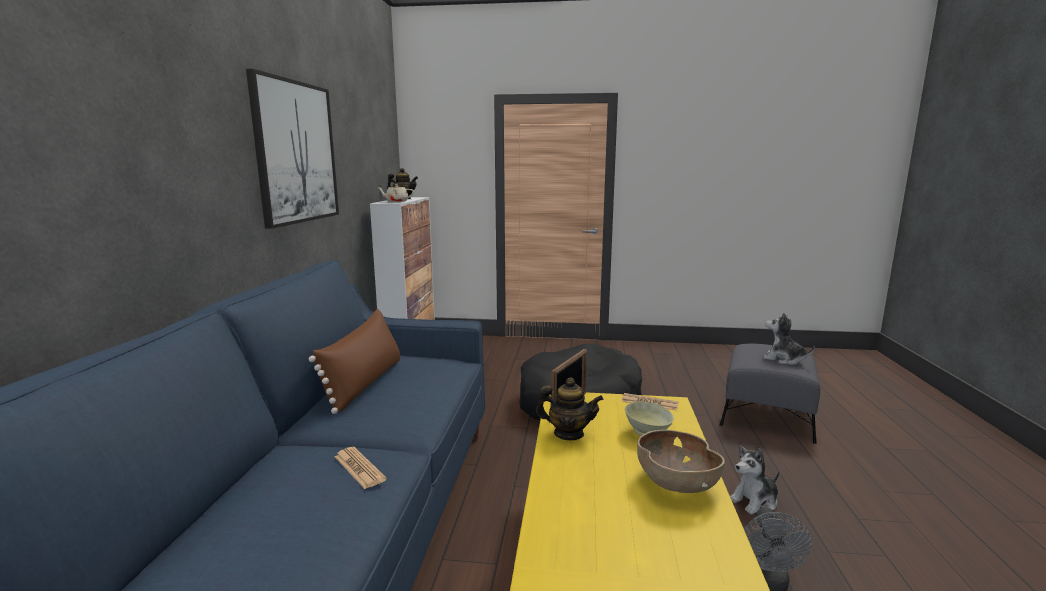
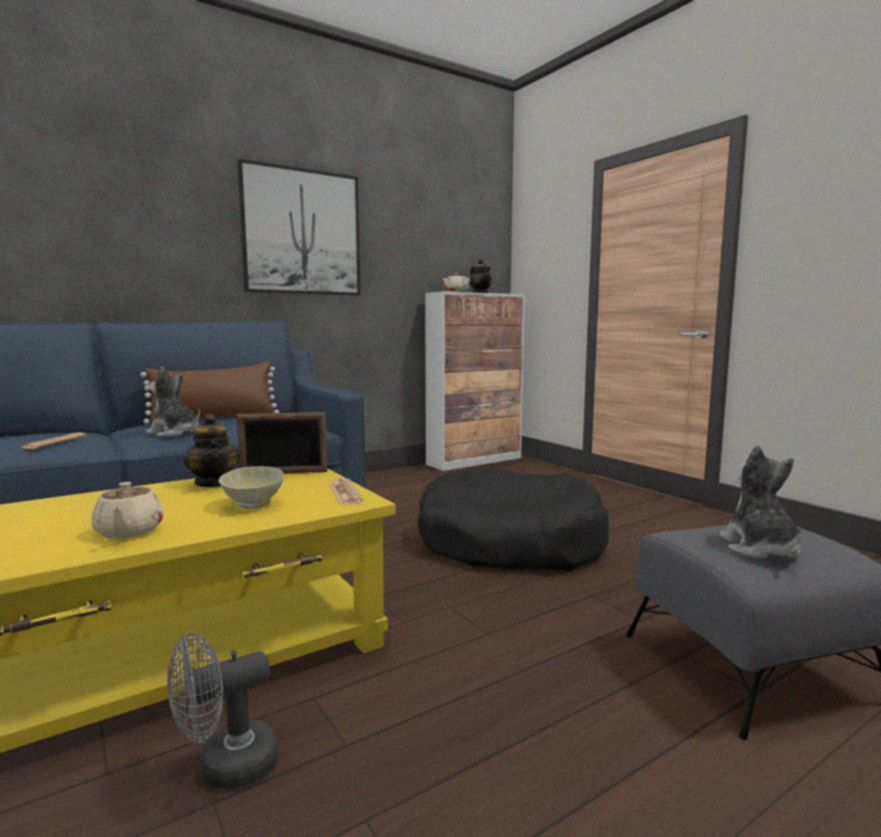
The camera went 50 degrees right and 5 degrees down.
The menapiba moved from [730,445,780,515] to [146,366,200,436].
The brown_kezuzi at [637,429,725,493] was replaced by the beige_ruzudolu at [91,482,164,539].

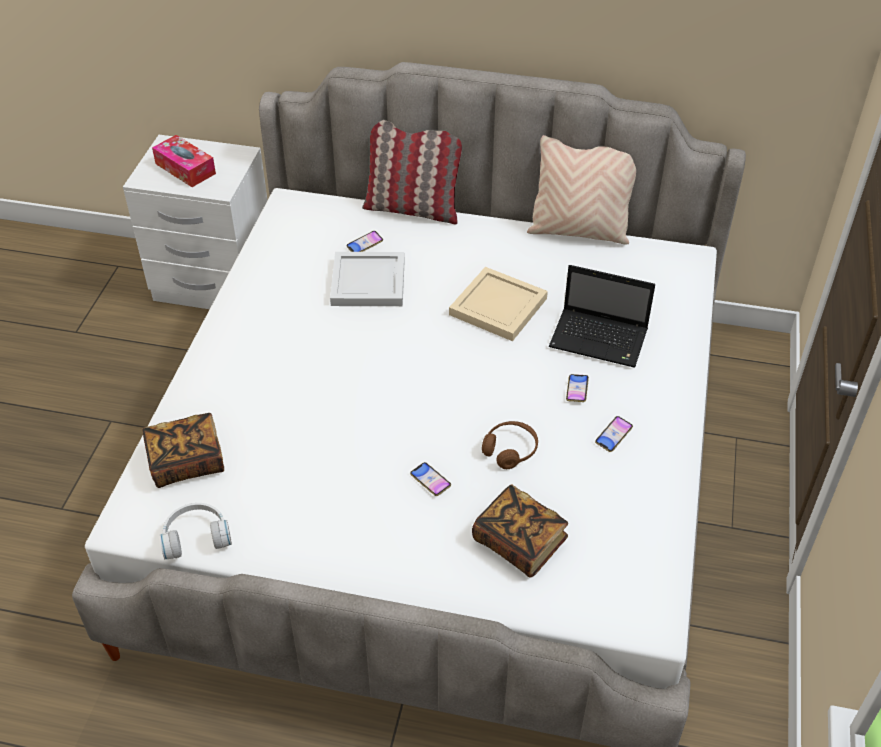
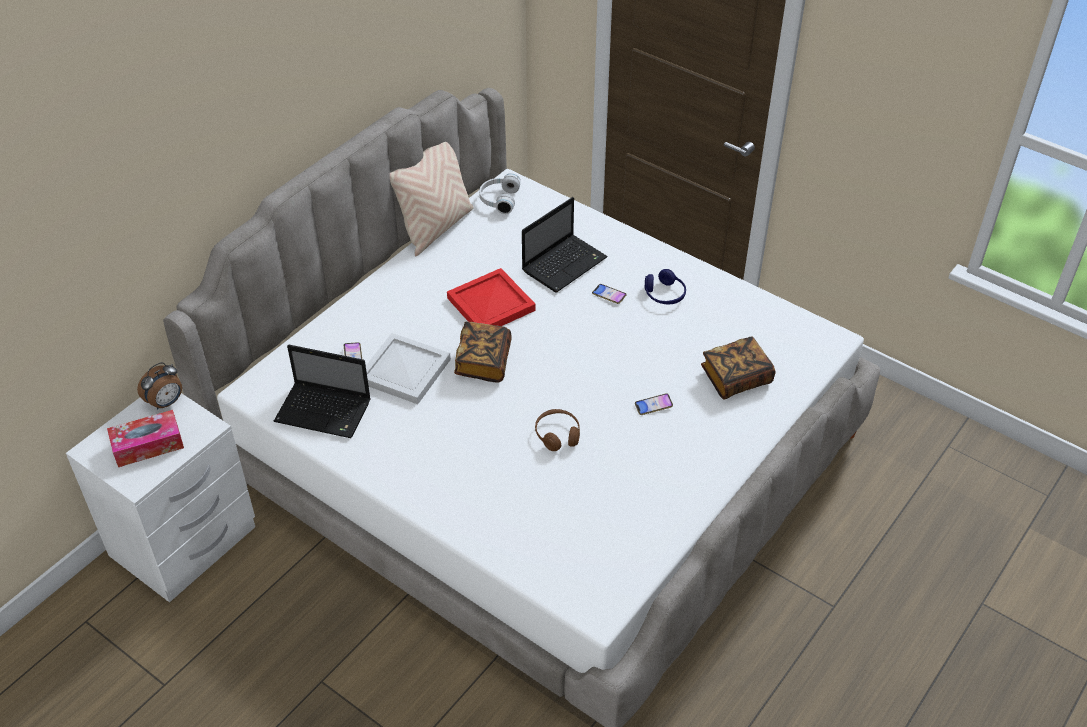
The camera went 65 degrees left and 0 degrees up.
The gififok at [362,120,462,224] disappeared.
The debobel at [137,362,182,410] appeared.
The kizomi at [274,344,371,438] appeared.
The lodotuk moved from [142,413,224,488] to [454,322,512,382].
The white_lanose moved from [160,503,232,559] to [479,173,520,214].
The brown_lanose moved from [482,421,538,469] to [535,409,580,451].
The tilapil at [595,416,633,452] was replaced by the blue_lanose at [645,269,686,304].
The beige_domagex at [449,267,548,341] became the red_domagex at [447,268,536,326].

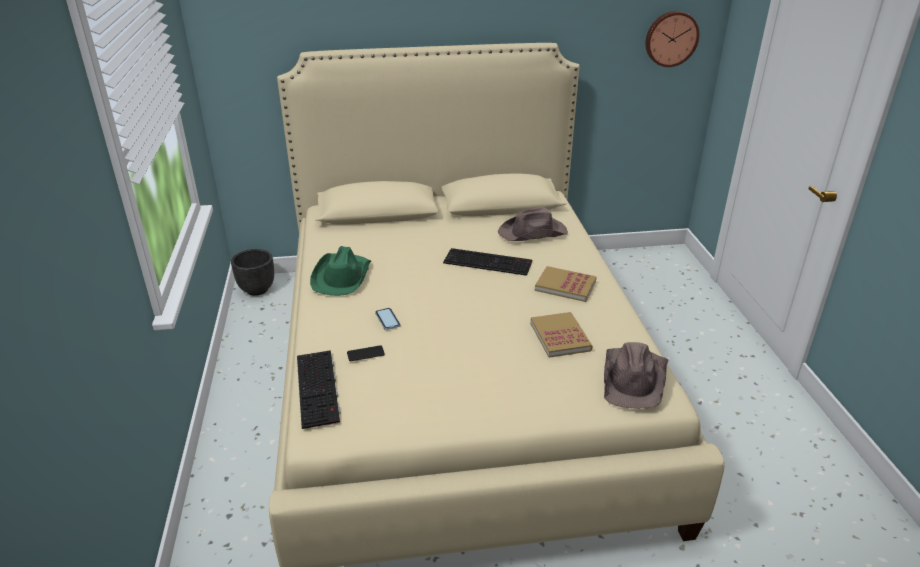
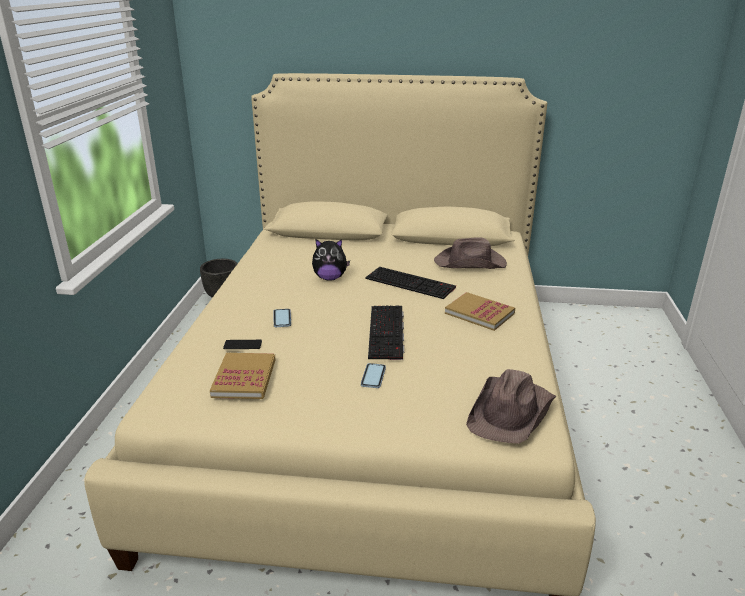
The camera went 15 degrees right and 5 degrees down.
The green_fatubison at [310,246,371,296] disappeared.
The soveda at [645,11,699,67] disappeared.
The menapiba at [312,239,350,281] appeared.
The tilapil at [361,363,386,388] appeared.
The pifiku moved from [297,350,340,429] to [368,306,404,360].
The lodotuk moved from [530,312,592,358] to [210,353,276,399].

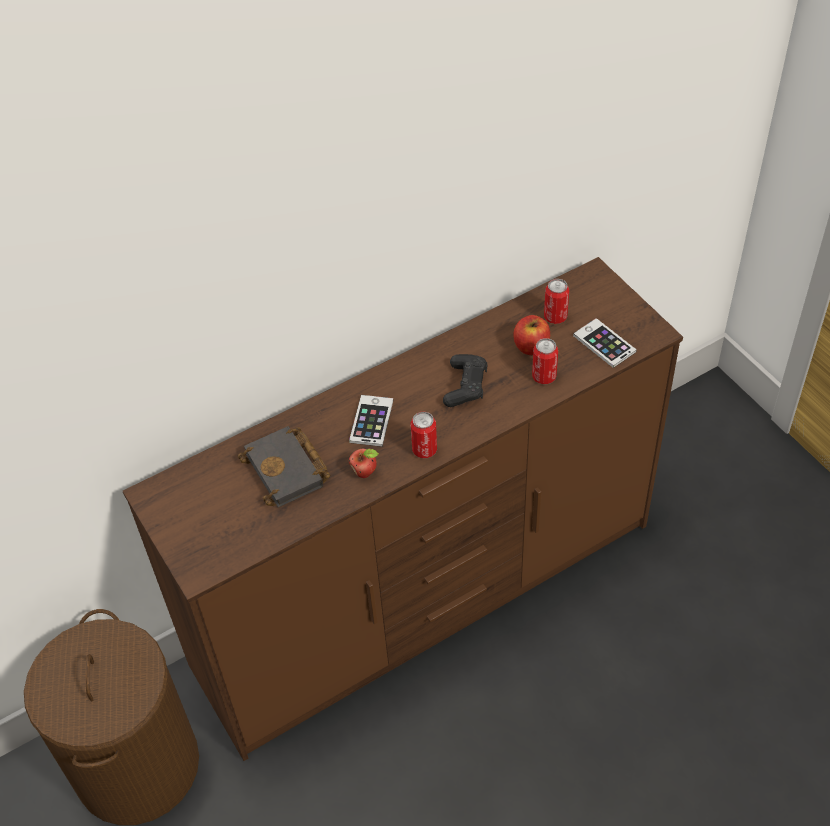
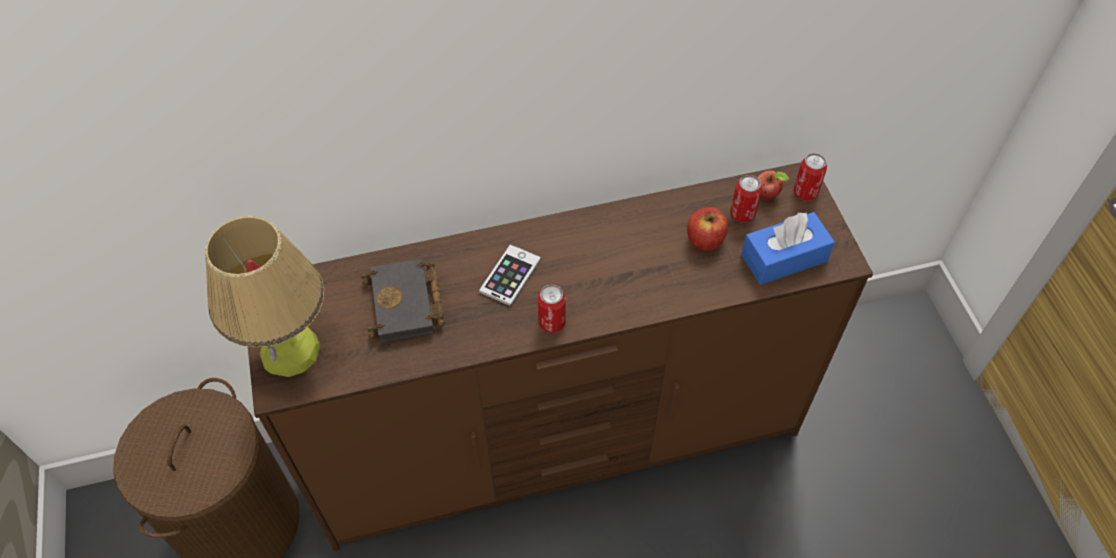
The camera went 15 degrees right and 5 degrees up.
The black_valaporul at [443,354,488,407] disappeared.
The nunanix at [205,216,324,377] appeared.
The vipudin moved from [349,449,379,478] to [757,171,789,200].
The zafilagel moved from [532,338,558,384] to [793,153,827,201].
The tilapil at [573,318,637,368] was replaced by the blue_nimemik at [741,211,835,285].

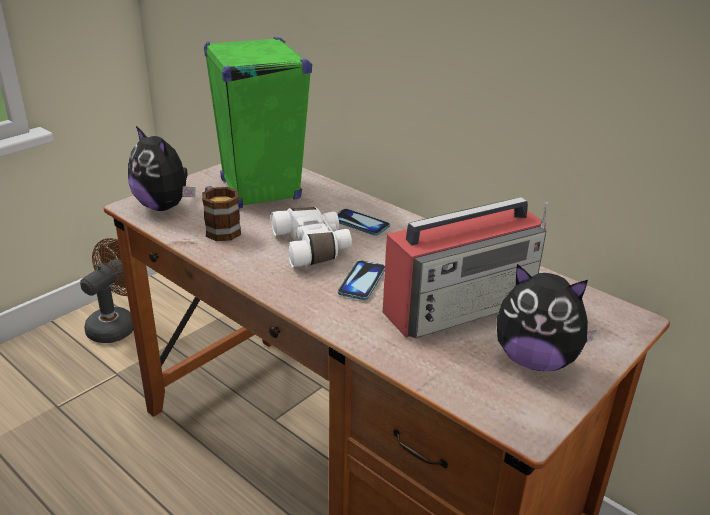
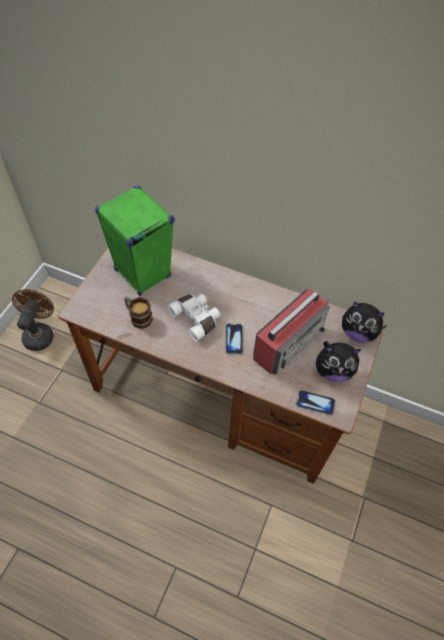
The camera went 20 degrees left and 25 degrees up.
The menapiba moved from [128,126,195,211] to [342,301,387,342].
The tilapil moved from [337,209,390,236] to [296,390,335,415].

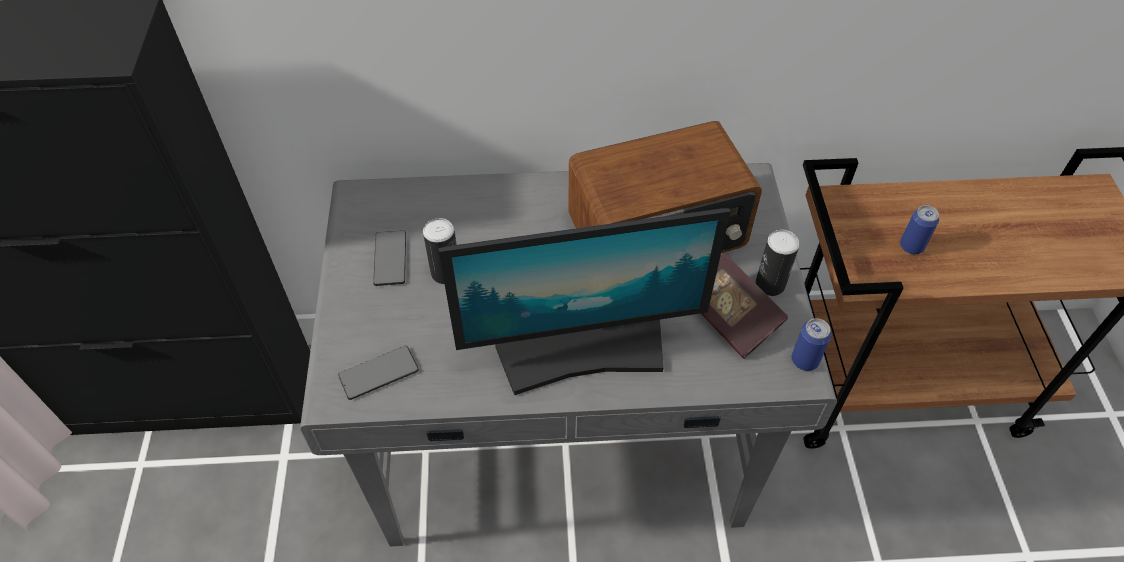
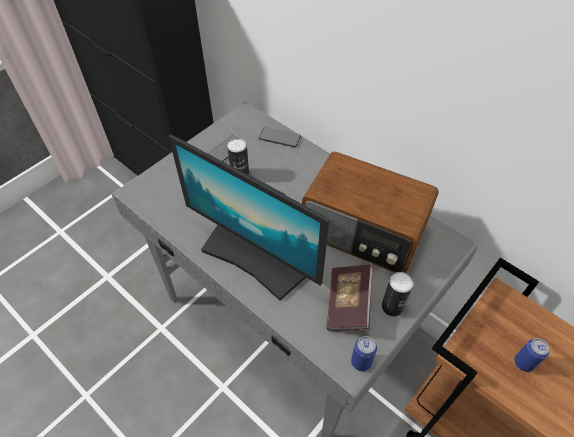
The camera went 45 degrees right and 0 degrees up.
The tilapil moved from [338,346,419,400] to [259,127,301,147].

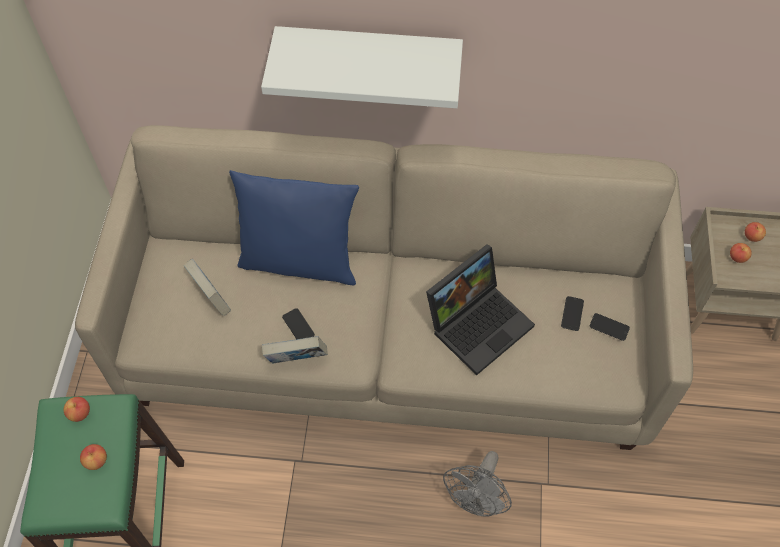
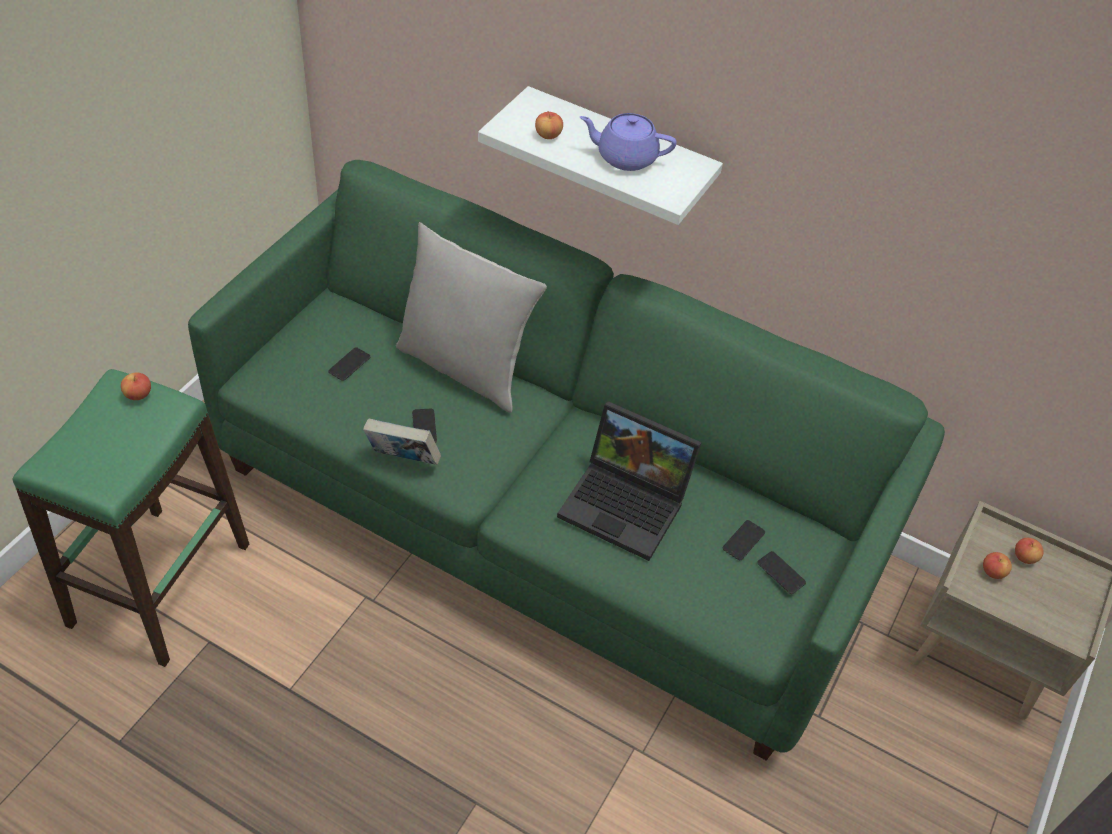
The camera went 20 degrees right and 10 degrees down.
The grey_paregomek at [443,451,512,517] disappeared.
The purple_ruzudolu at [580,113,677,171] appeared.
The vipudin moved from [80,444,107,470] to [535,111,563,139].
The lodotuk at [184,259,231,316] was replaced by the tilapil at [328,347,371,381].
The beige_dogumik at [75,125,693,450] became the green_dogumik at [188,160,945,760].
The blue_gififok at [229,170,359,285] became the grey_gififok at [396,222,547,413].
The kizomi at [426,244,535,376] turned 45 degrees clockwise.

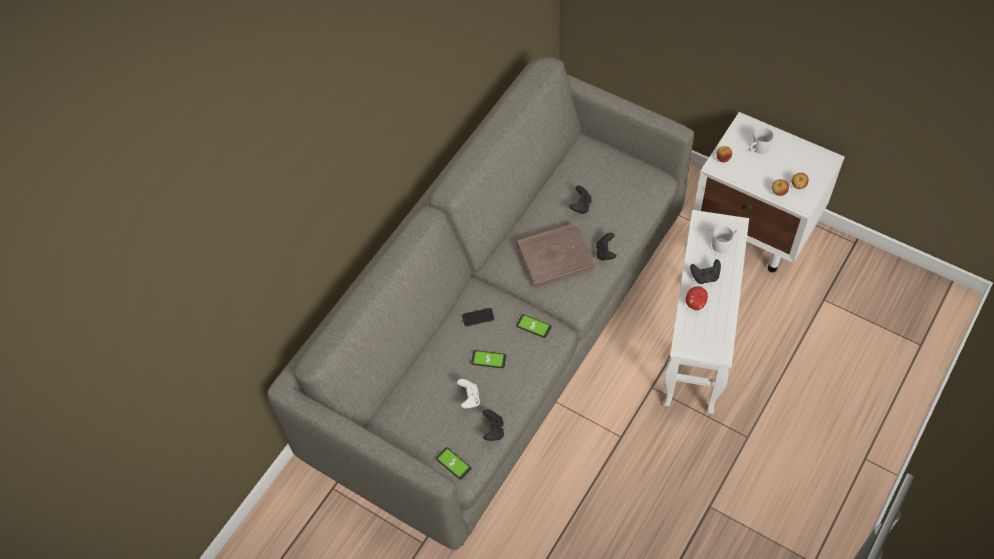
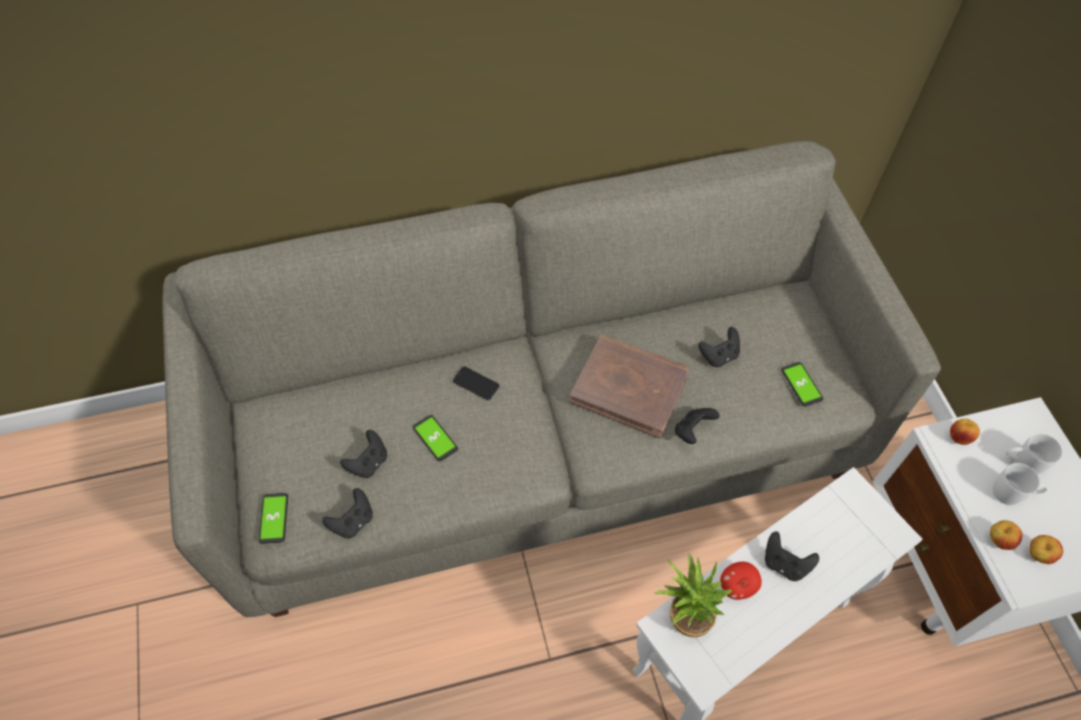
The camera went 40 degrees right and 0 degrees up.
The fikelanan at [655,554,733,637] appeared.
The tilapil moved from [516,314,552,338] to [781,362,823,407].
The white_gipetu moved from [712,226,737,253] to [992,463,1047,505].
The white_valaporul at [457,379,480,408] became the black_valaporul at [340,430,387,478].

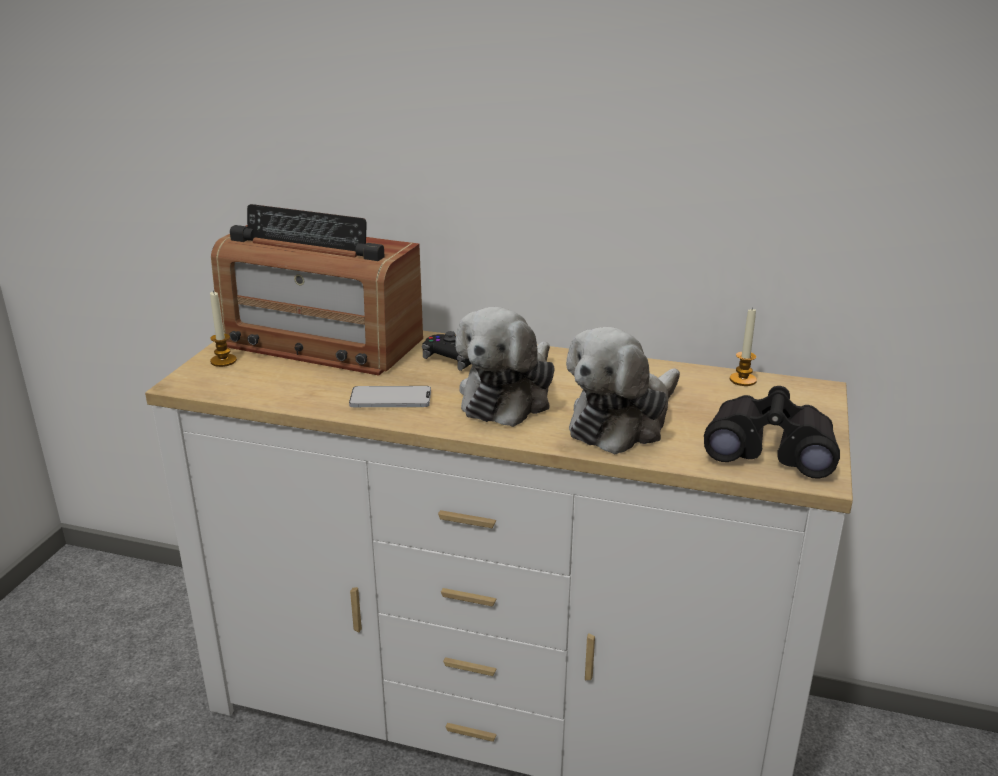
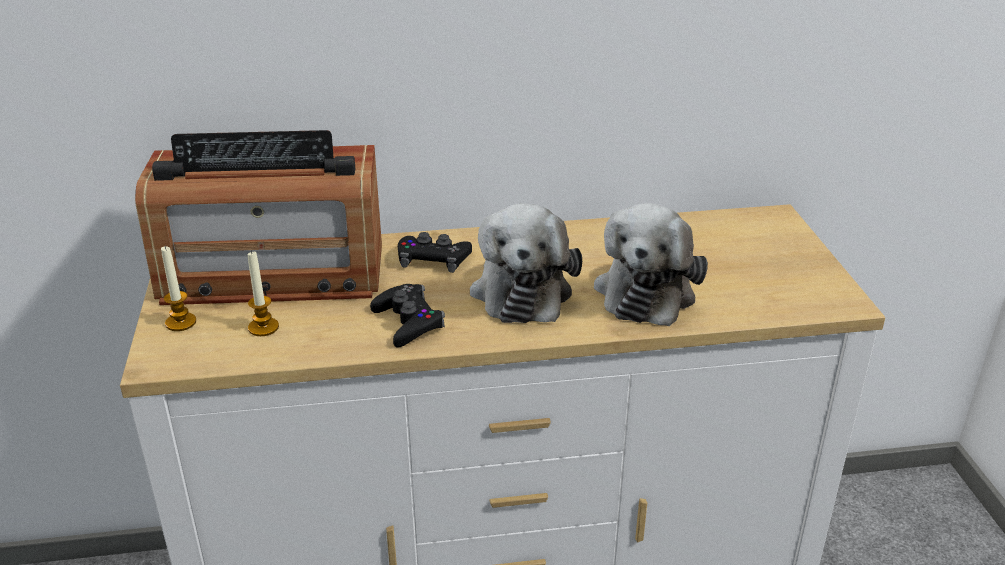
The camera went 25 degrees left and 5 degrees up.
The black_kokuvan at [704,386,840,479] disappeared.
The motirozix moved from [730,307,757,386] to [248,250,279,336].
The tilapil at [349,386,431,407] was replaced by the black_valaporul at [370,284,445,348].

